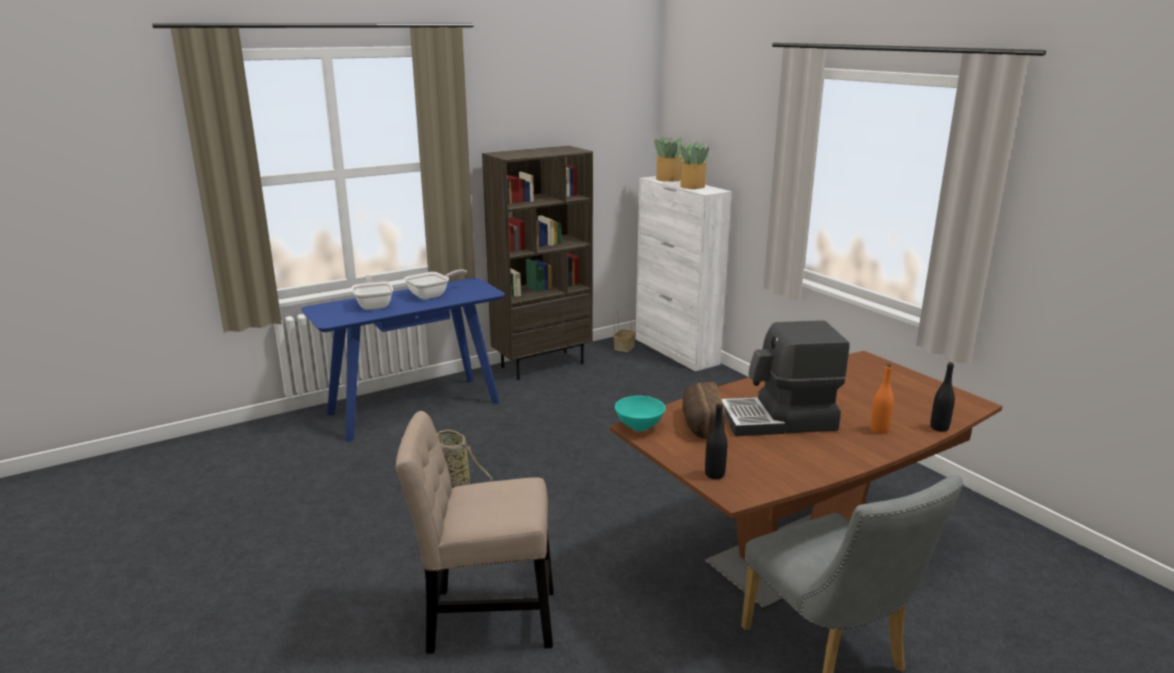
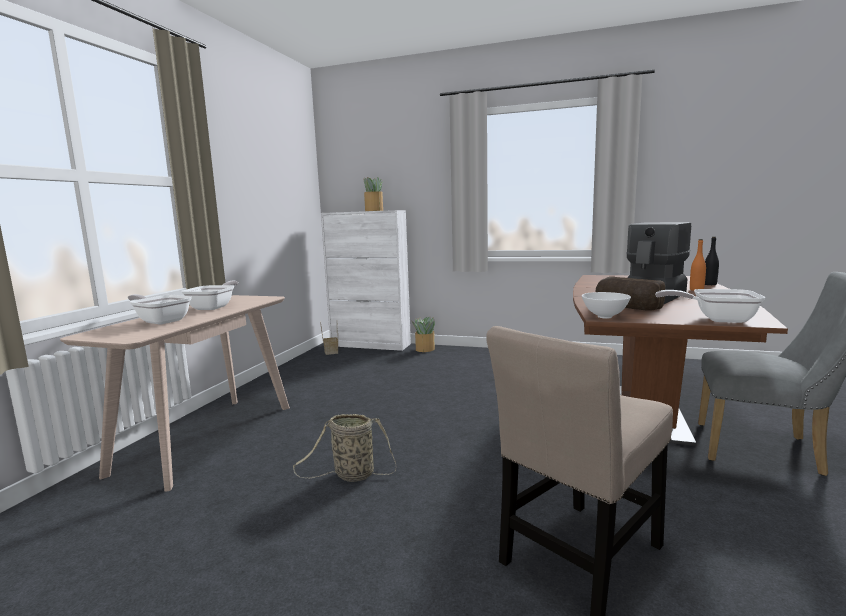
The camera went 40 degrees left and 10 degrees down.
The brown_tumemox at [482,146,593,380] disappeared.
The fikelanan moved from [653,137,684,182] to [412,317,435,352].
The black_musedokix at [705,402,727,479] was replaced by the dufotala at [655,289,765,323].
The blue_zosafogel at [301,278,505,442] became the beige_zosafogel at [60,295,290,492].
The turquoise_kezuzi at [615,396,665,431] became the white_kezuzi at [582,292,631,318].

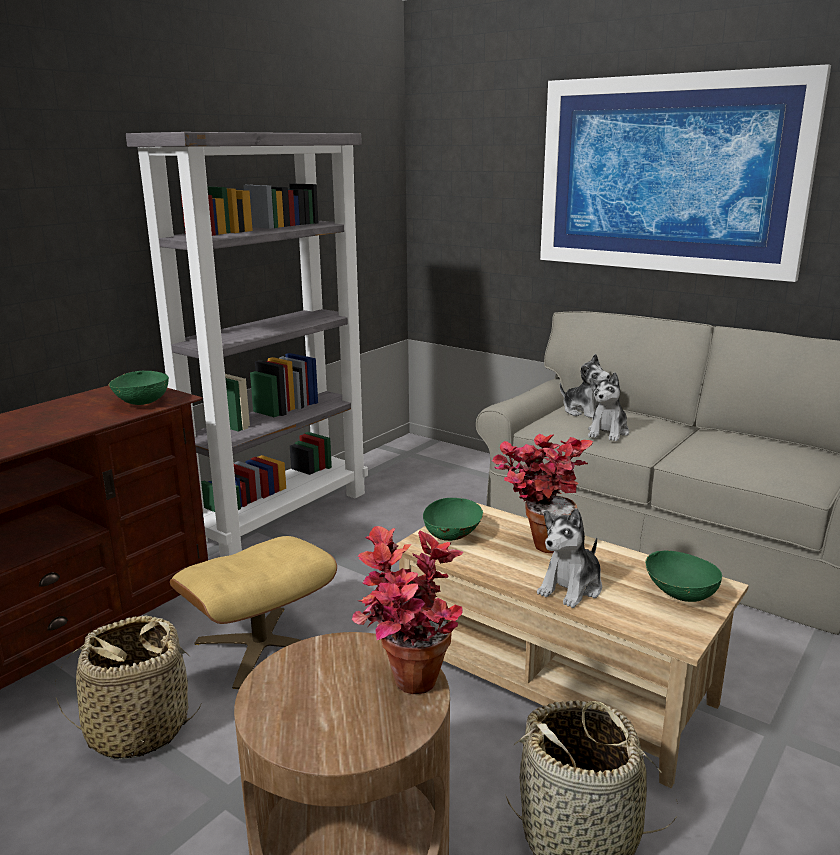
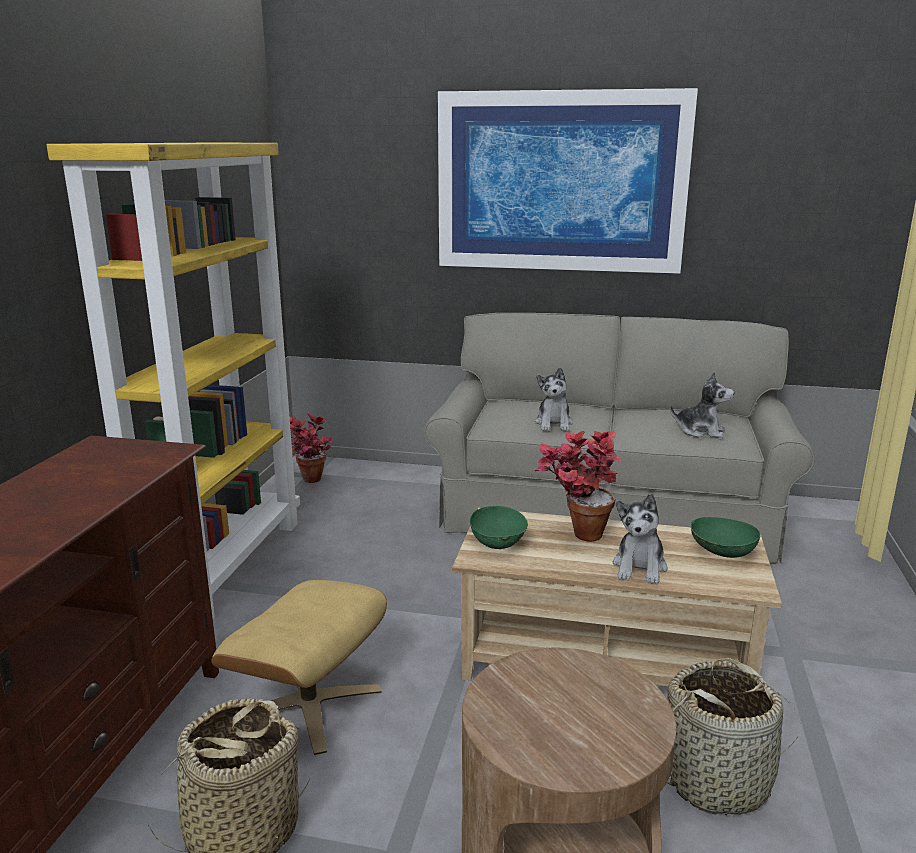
The camera went 25 degrees left and 0 degrees up.
The green_kezuzi at [108,371,169,405] disappeared.
The fikelanan moved from [352,526,463,694] to [290,413,333,483].
The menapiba moved from [560,354,610,419] to [670,372,734,438].
The grey_tumemox at [126,132,368,557] became the yellow_tumemox at [46,143,300,619].

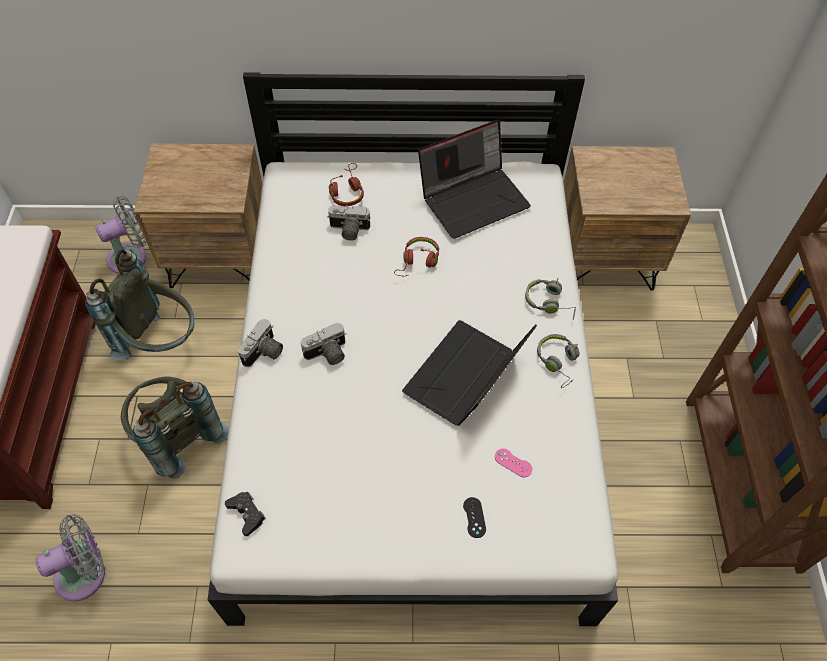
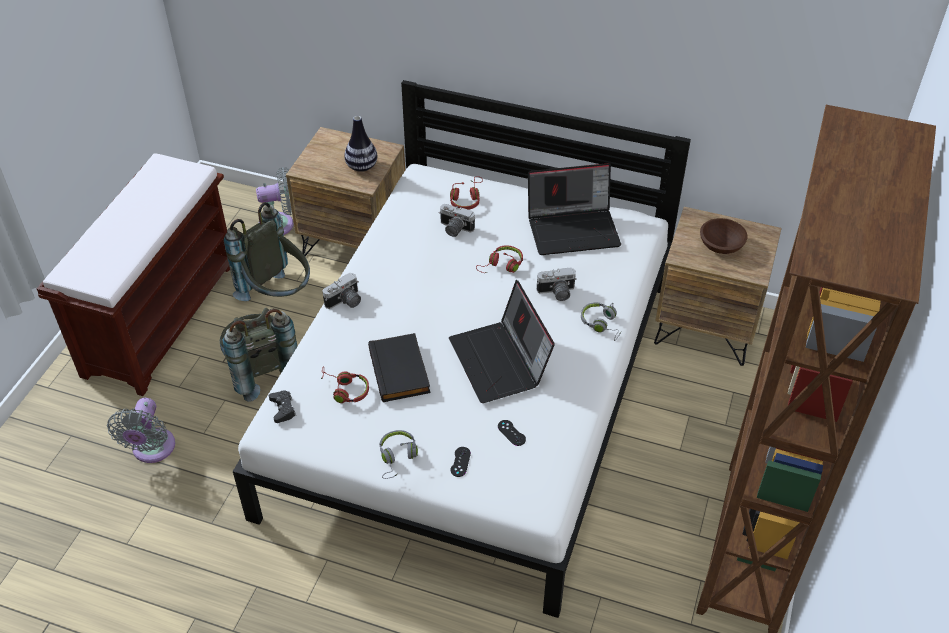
The camera went 20 degrees right and 10 degrees down.
The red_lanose at [321,366,369,403] appeared.
The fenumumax at [344,116,377,172] appeared.
The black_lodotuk at [368,333,431,402] appeared.
The brown_kezuzi at [700,218,748,254] appeared.
The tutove moved from [301,322,347,365] to [537,267,577,301].
The grey_lanose moved from [537,334,580,388] to [380,430,418,479].
The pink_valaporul at [495,449,532,477] became the black_valaporul at [498,420,526,446].
The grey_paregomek at [35,514,105,601] turned 105 degrees clockwise.
The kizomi at [402,320,537,426] turned 75 degrees counterclockwise.

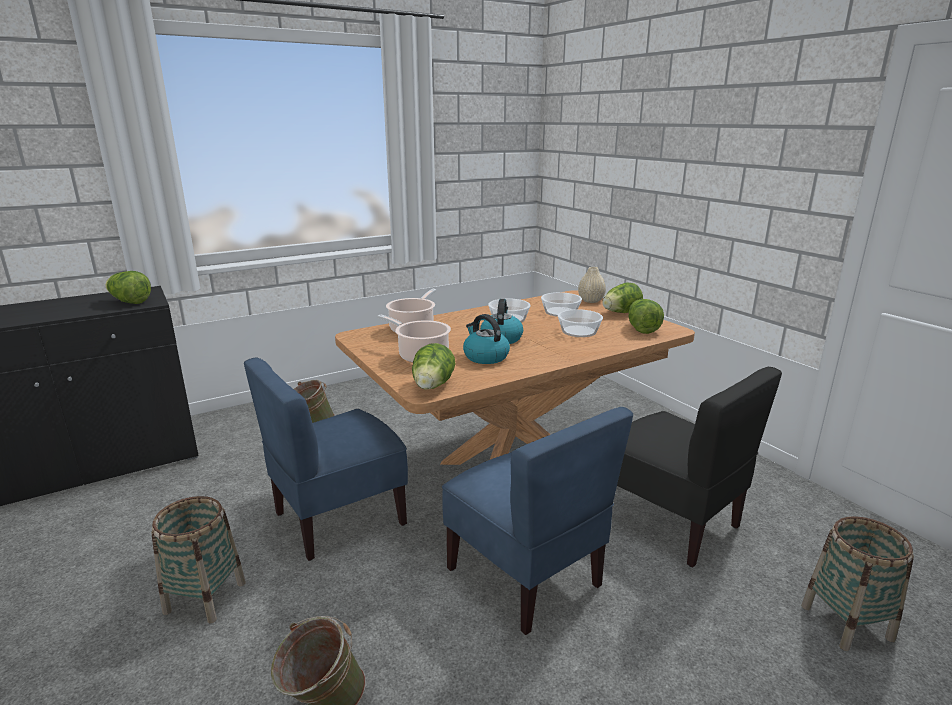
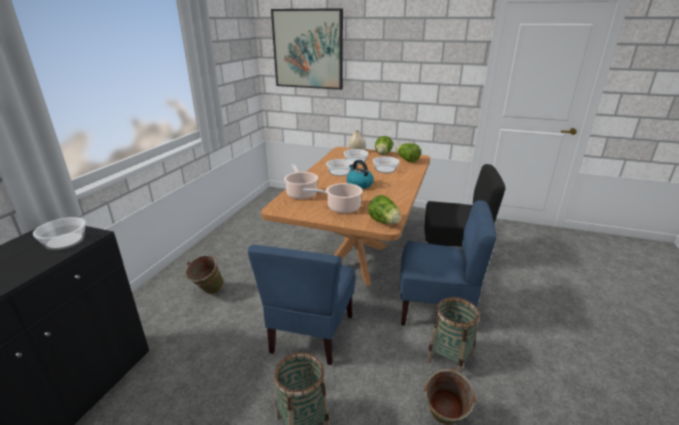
The camera went 40 degrees left and 5 degrees up.
The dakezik at [463,314,510,364] disappeared.
The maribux at [271,8,343,90] appeared.
The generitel moved from [801,516,914,651] to [426,297,480,374].
The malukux at [105,271,151,304] was replaced by the kezuzi at [33,217,86,250].

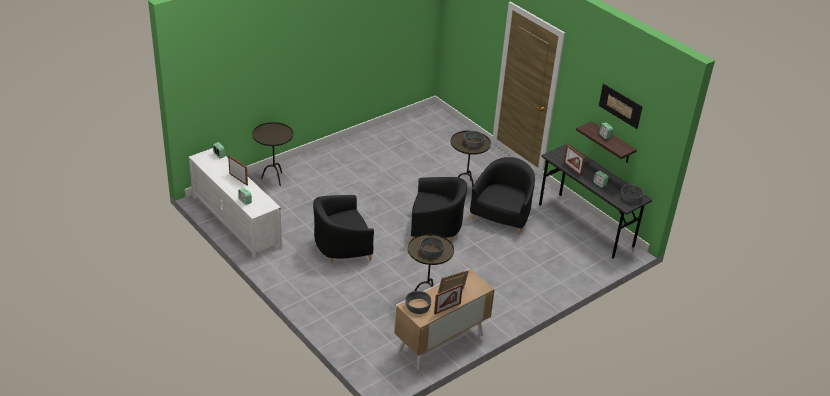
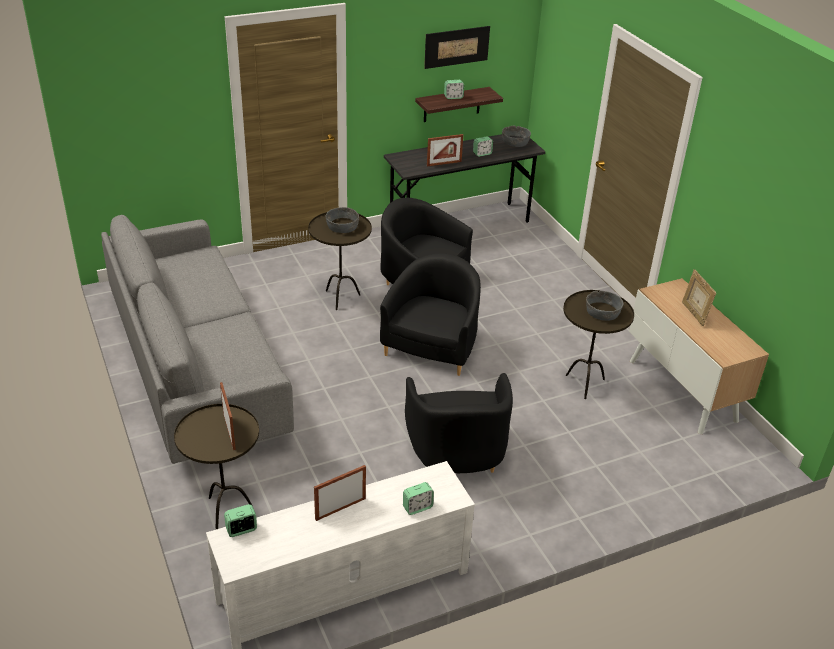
The camera went 75 degrees left and 0 degrees up.
The grey_kezuzi at [405,291,431,314] disappeared.
The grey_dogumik at [101,215,294,464] appeared.
The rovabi moved from [434,284,463,314] to [220,382,236,450].

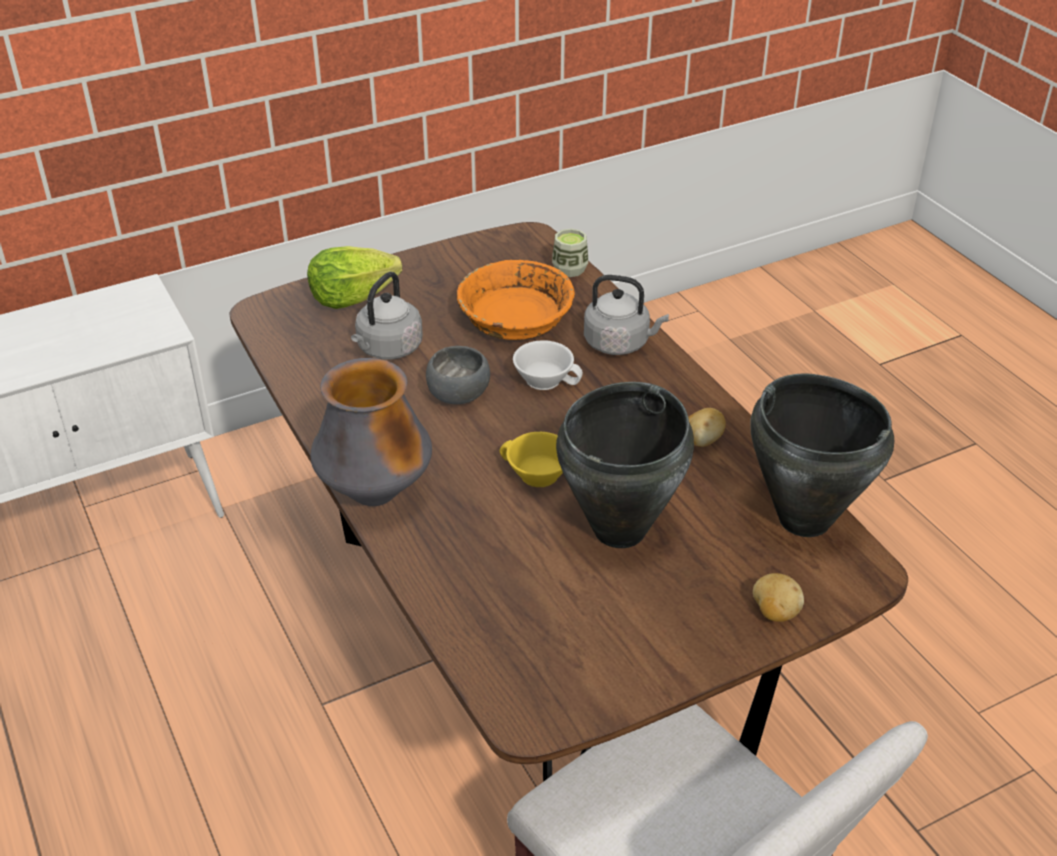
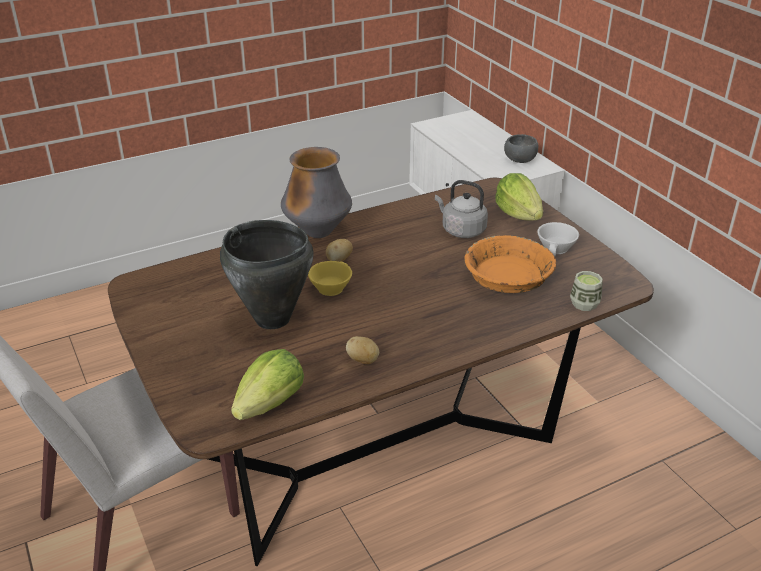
The camera went 90 degrees right and 5 degrees down.
The grey_dakezik at [584,275,669,355] disappeared.
The grey_kezuzi moved from [426,346,490,404] to [504,134,538,163].
The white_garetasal moved from [513,340,583,390] to [537,222,579,257].
The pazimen moved from [753,573,804,622] to [326,239,353,262].
The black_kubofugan at [750,373,894,537] was replaced by the malukux at [231,349,304,420].

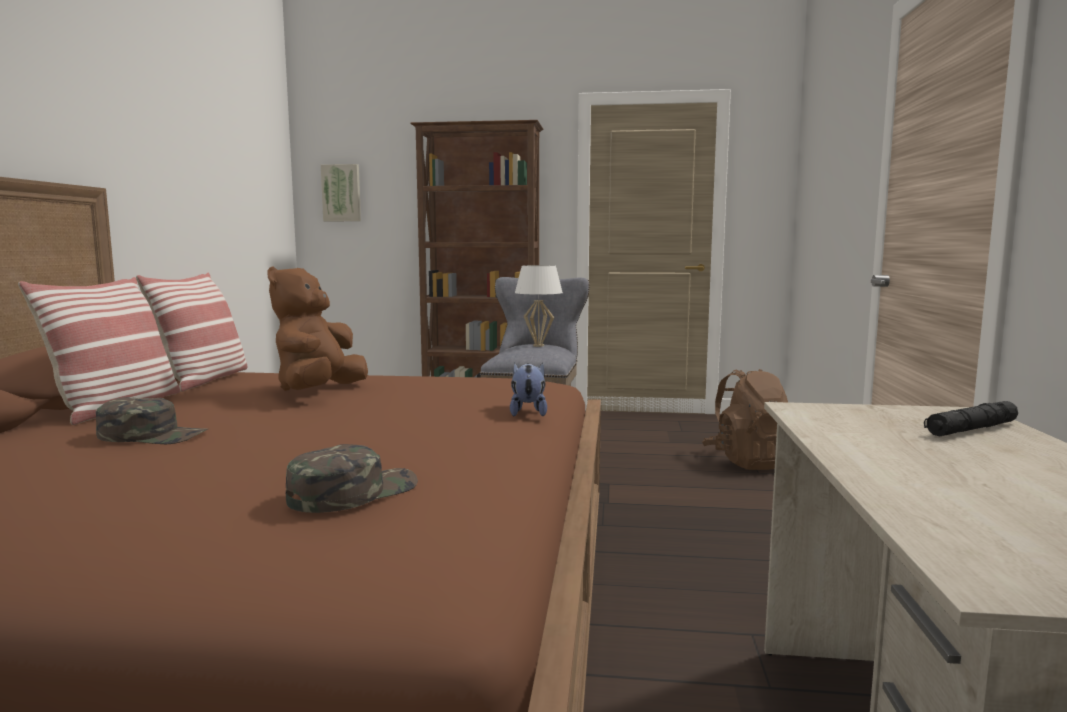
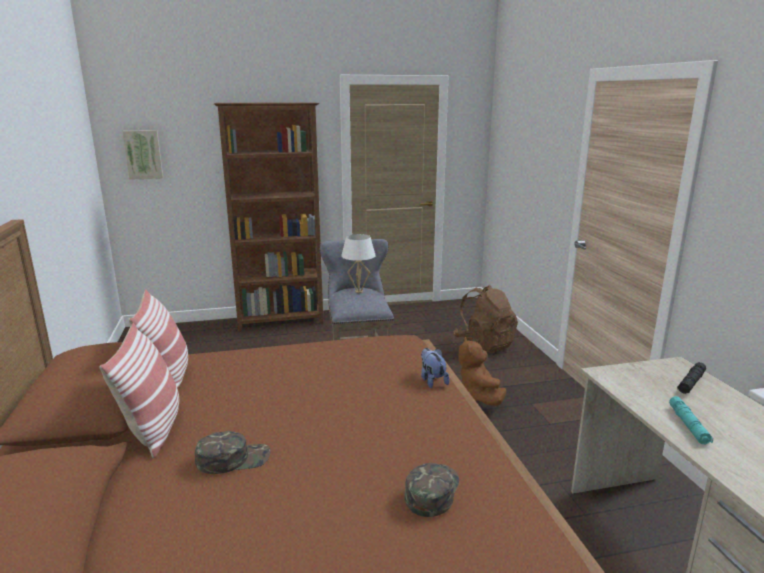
The camera went 20 degrees left and 10 degrees up.
The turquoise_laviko at [669,396,713,444] appeared.
The brown_menapiba moved from [268,266,368,391] to [458,337,506,406].

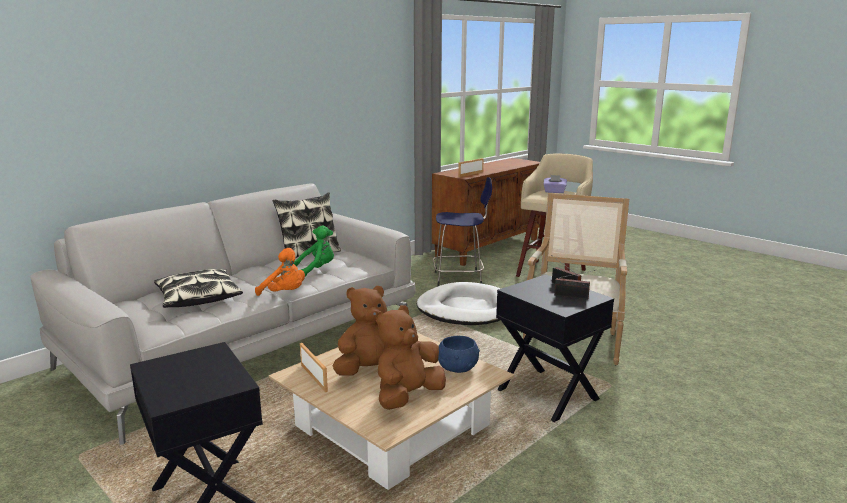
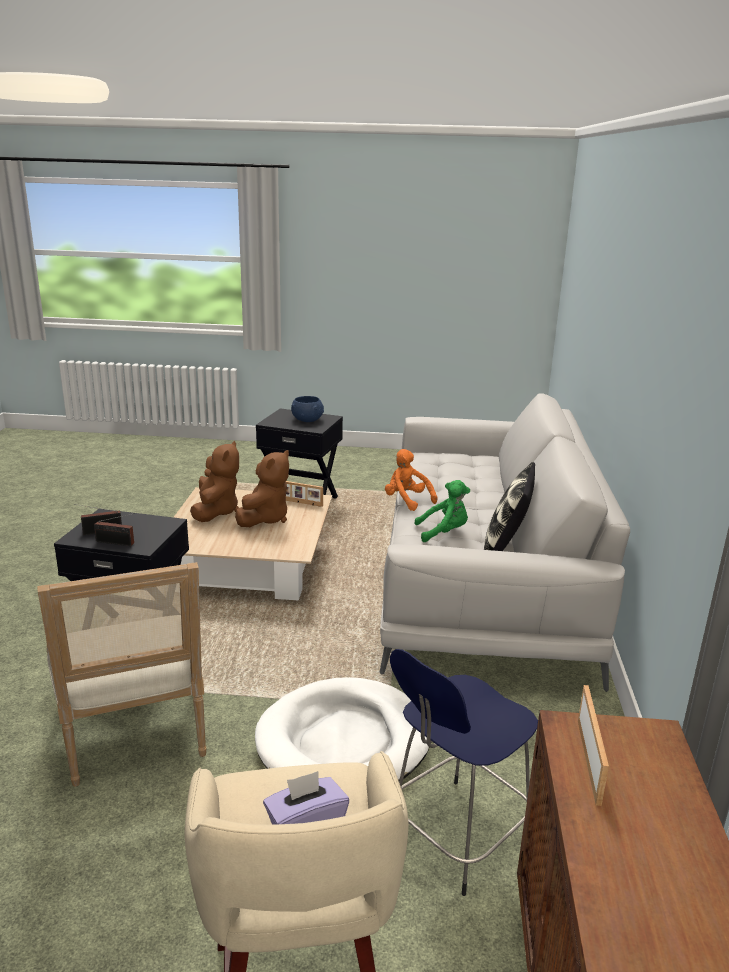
The camera went 140 degrees right and 5 degrees up.
The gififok at [154,269,243,308] disappeared.
The blue_kezuzi moved from [438,336,480,373] to [291,396,324,422].
The orange_menapiba at [255,248,305,296] turned 60 degrees clockwise.
The green_menapiba at [294,225,334,276] turned 120 degrees counterclockwise.

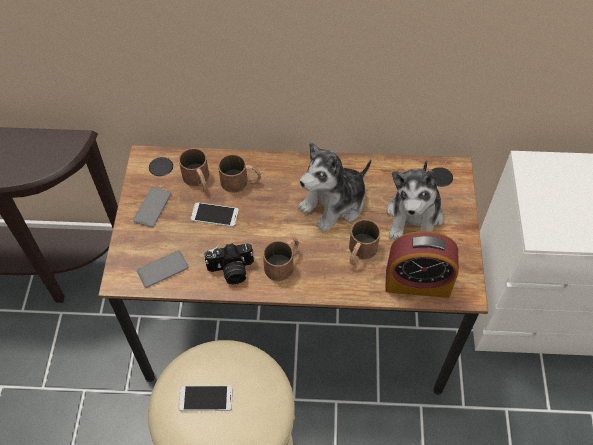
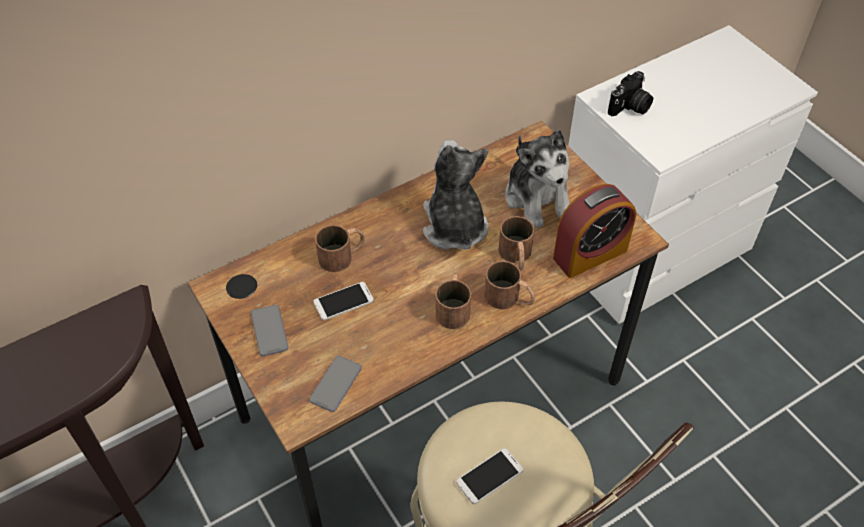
The camera went 35 degrees left and 5 degrees down.
The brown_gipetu moved from [179,148,209,191] to [484,261,535,309].
The tutove moved from [204,243,254,284] to [608,71,653,116].
The menapiba at [298,142,371,233] turned 150 degrees clockwise.

